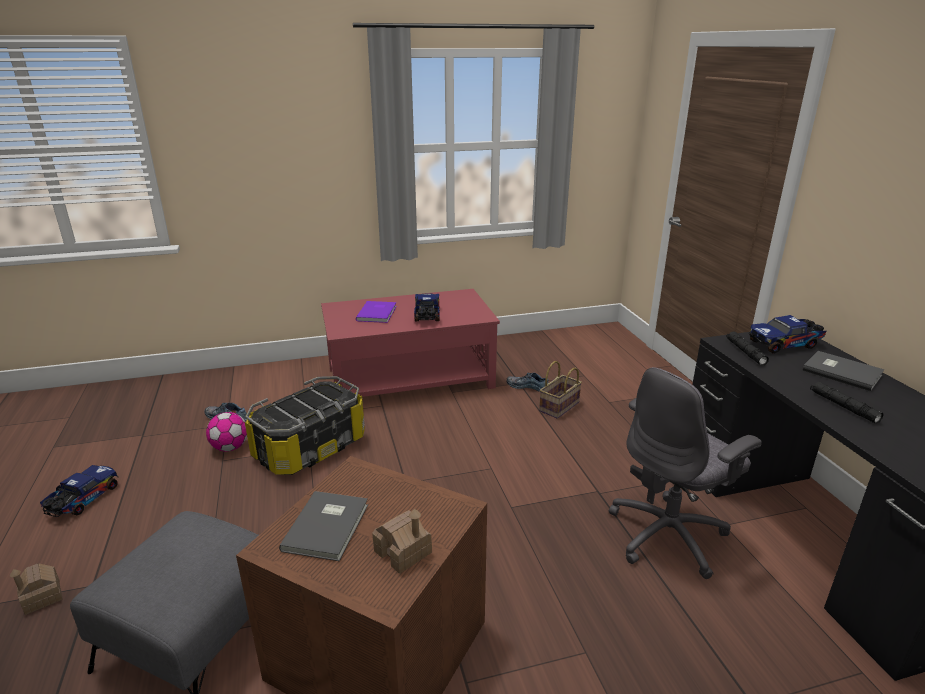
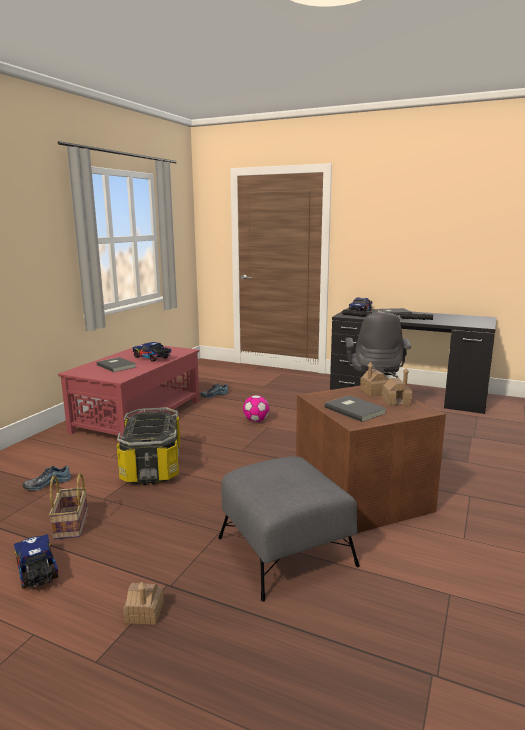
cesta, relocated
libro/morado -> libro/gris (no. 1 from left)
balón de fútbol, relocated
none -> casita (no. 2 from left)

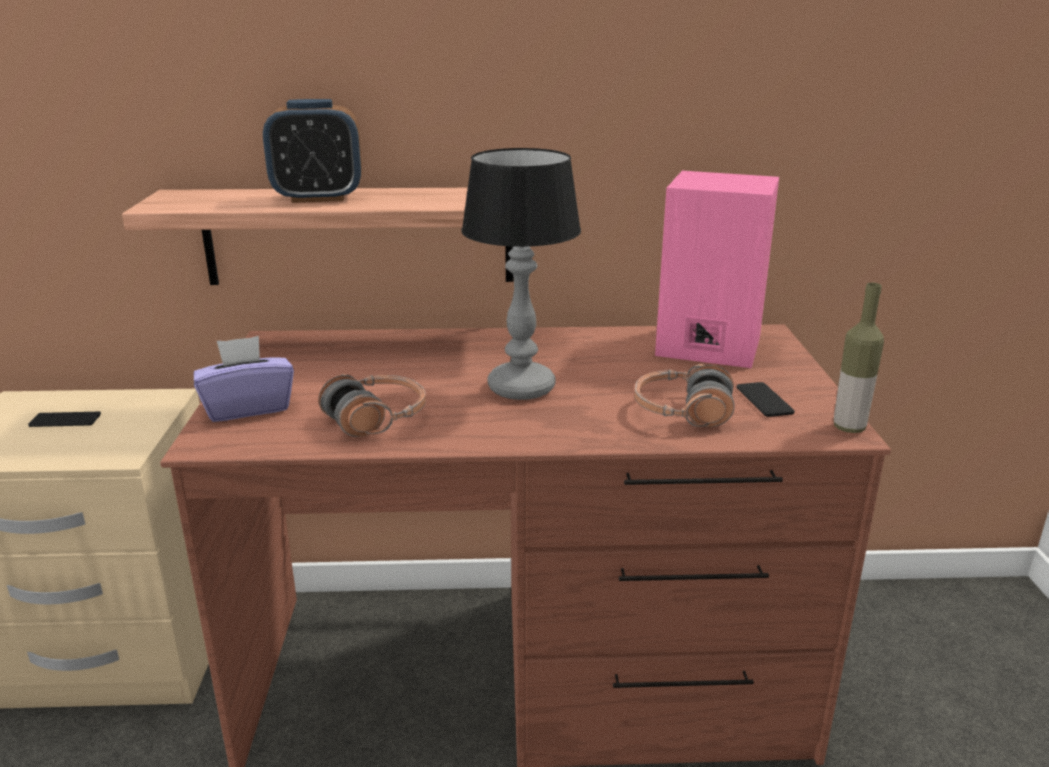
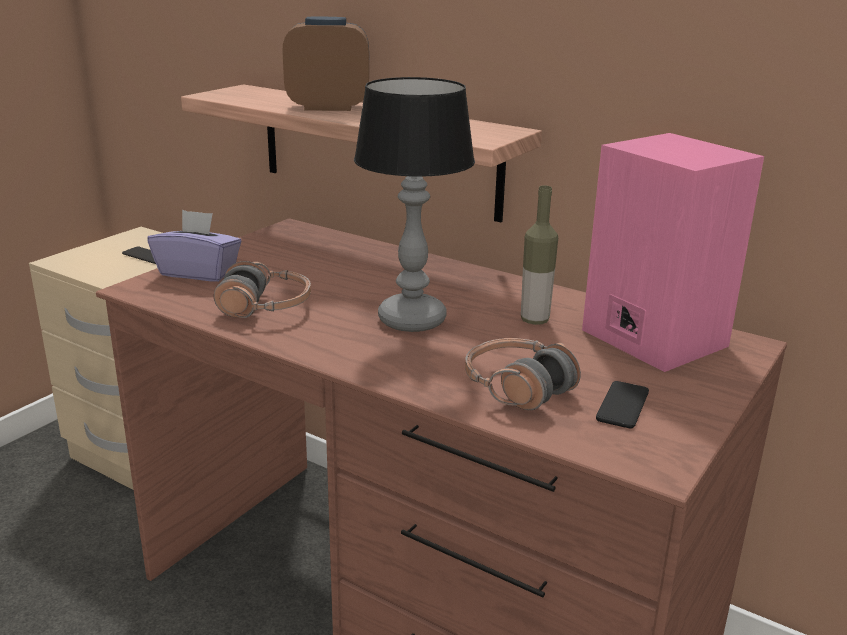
despertador, 150 degrees clockwise
botella, relocated

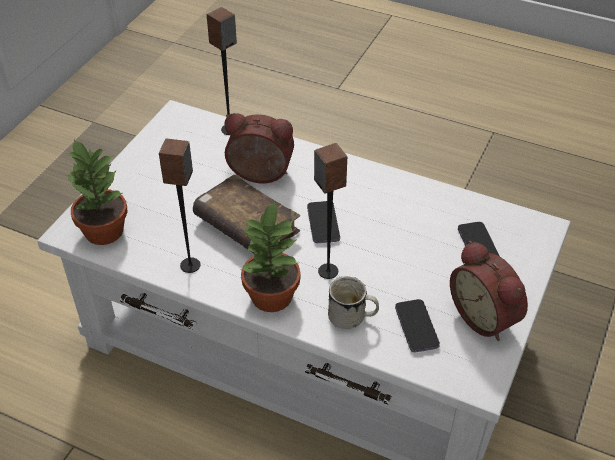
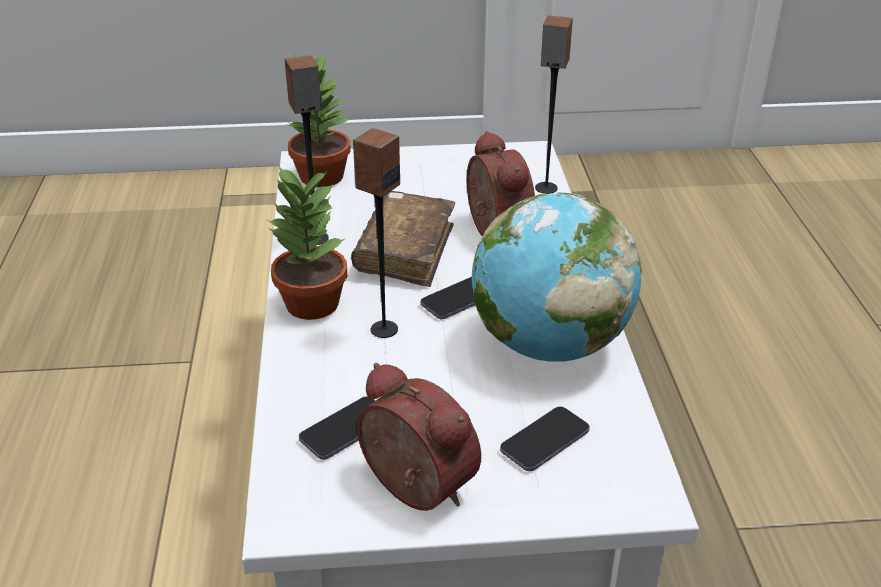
despertador (no. 2 from left in the first image) -> despertador (no. 1 from left), 105 degrees clockwise
none -> globo terráqueo
taza grande/blanco -> none

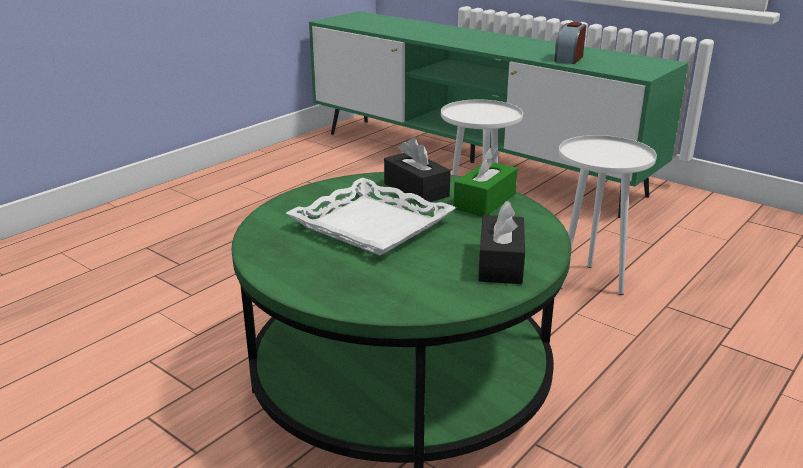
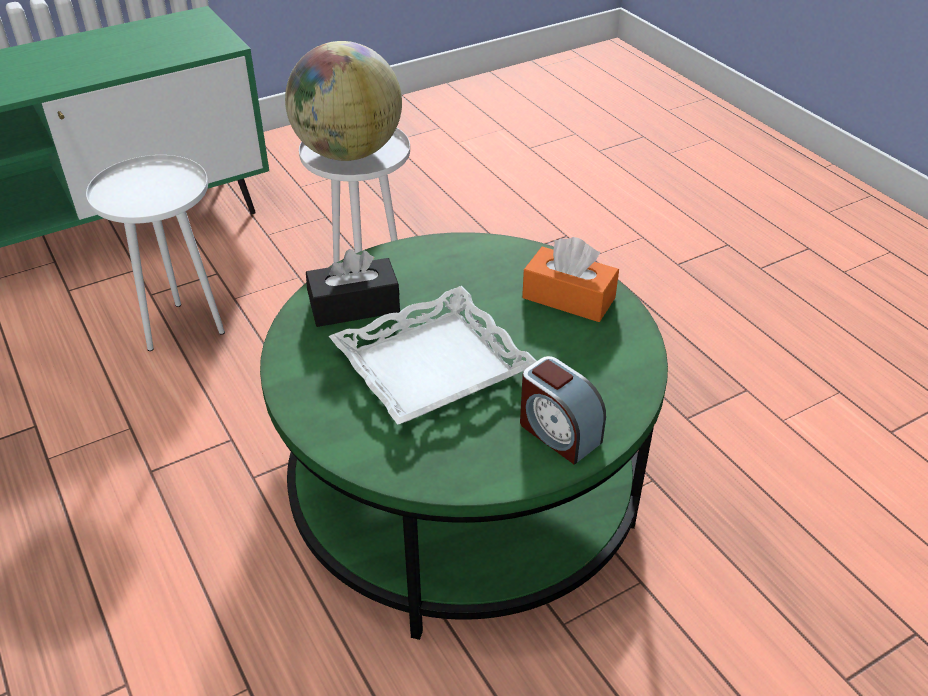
none -> globo terráqueo
despertador, relocated
caja de pañuelos/negro (no. 2 from left) -> caja de pañuelos/naranja
caja de pañuelos/verde -> none

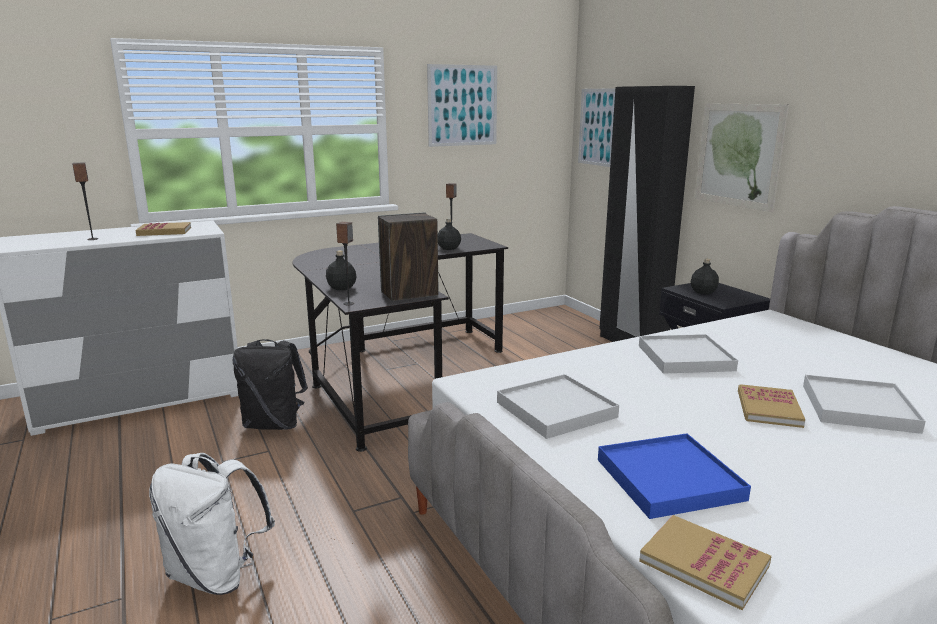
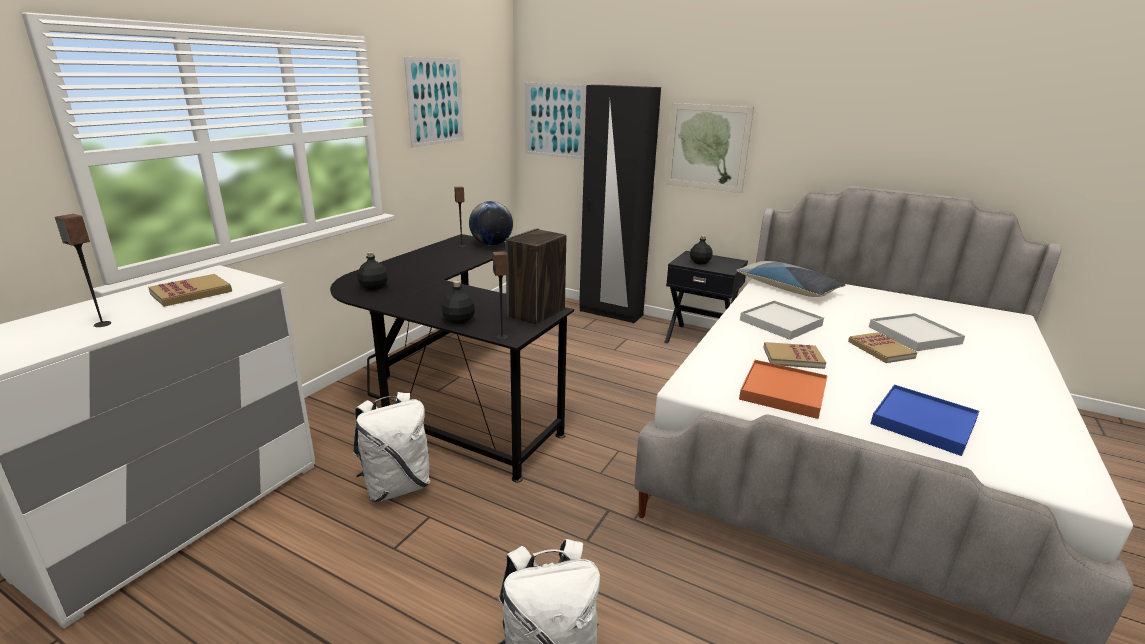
mochila/negro -> mochila/blanco (no. 1 from left)
botella/negro (no. 2 from left in the first image) -> botella/negro (no. 1 from left), relocated
none -> globo terráqueo
none -> cojín
bandeja/blanco (no. 1 from left) -> bandeja/naranja
libro (no. 2 from left), relocated

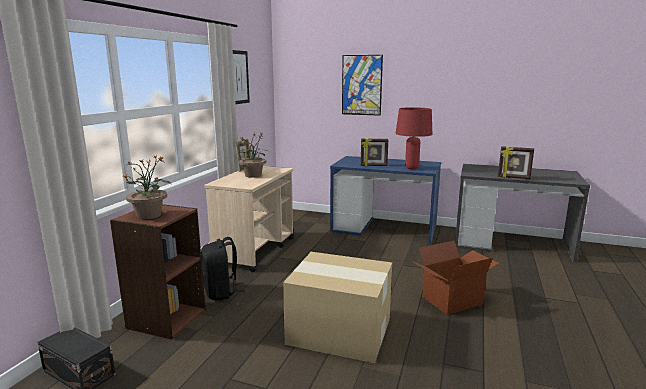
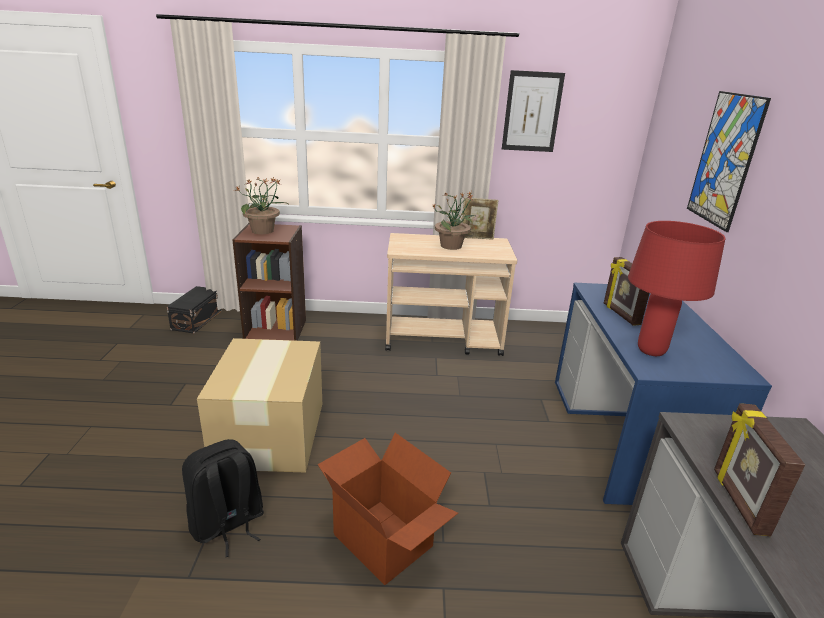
mochila/negro, relocated

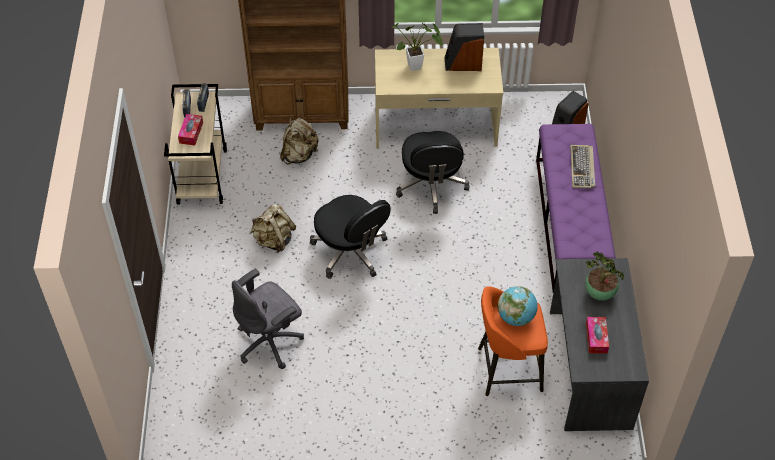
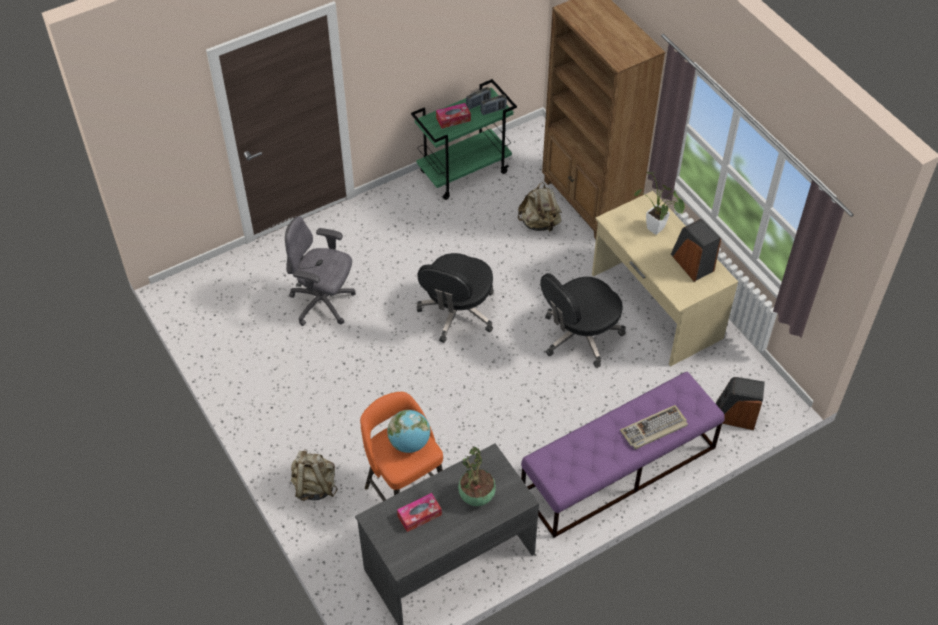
mochila/beis (no. 1 from left), relocated
carrito/beis -> carrito/verde

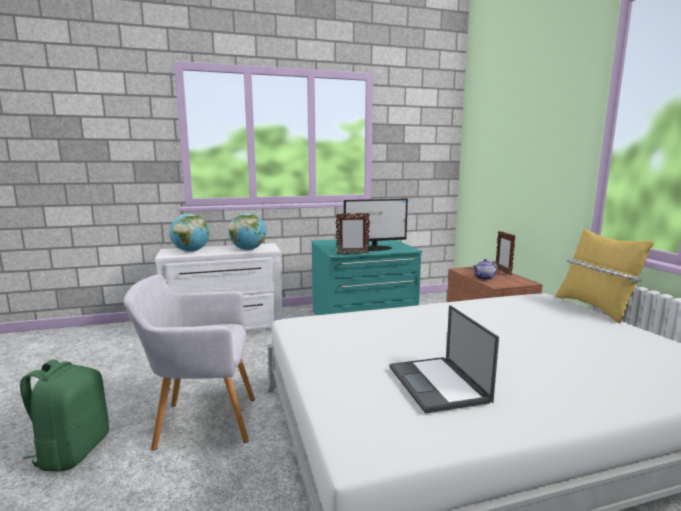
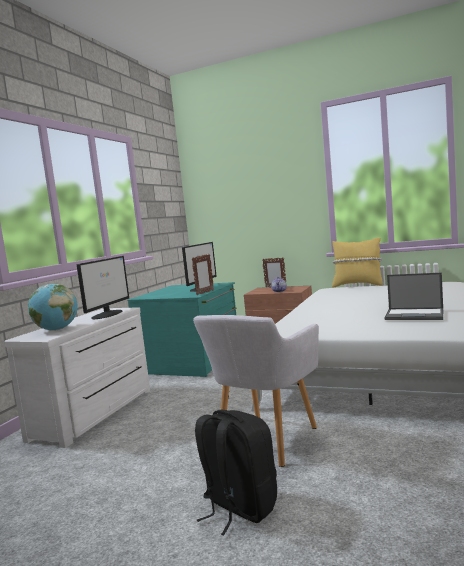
globo terráqueo (no. 2 from left) -> monitor (no. 1 from left)
mochila/verde -> mochila/negro

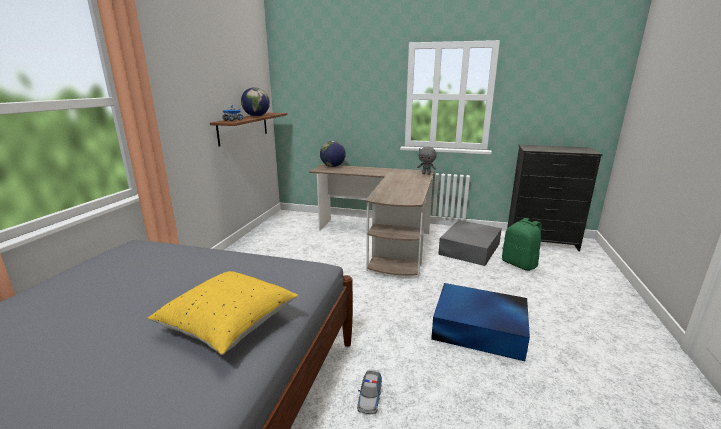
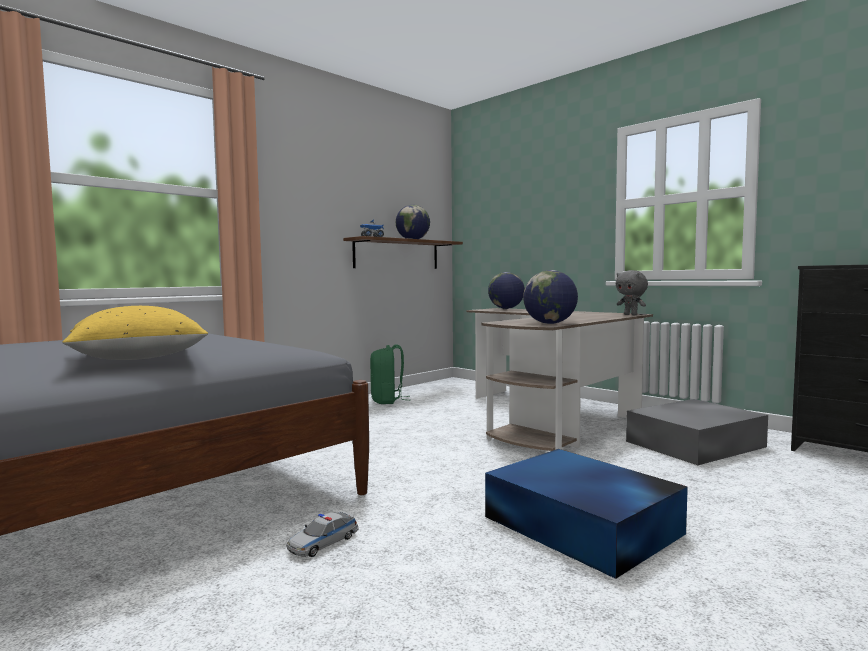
mochila/verde, relocated
none -> globo terráqueo (no. 3 from left)

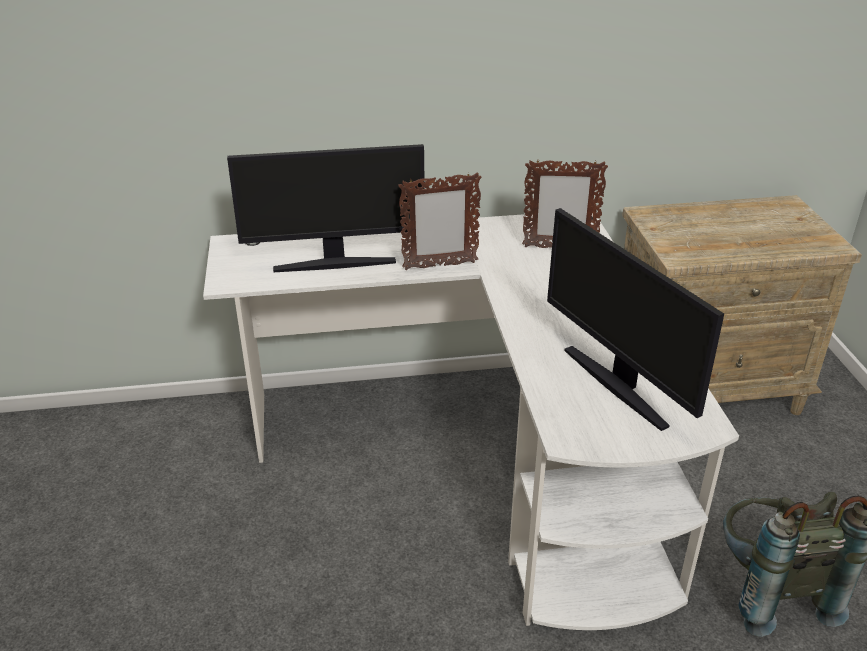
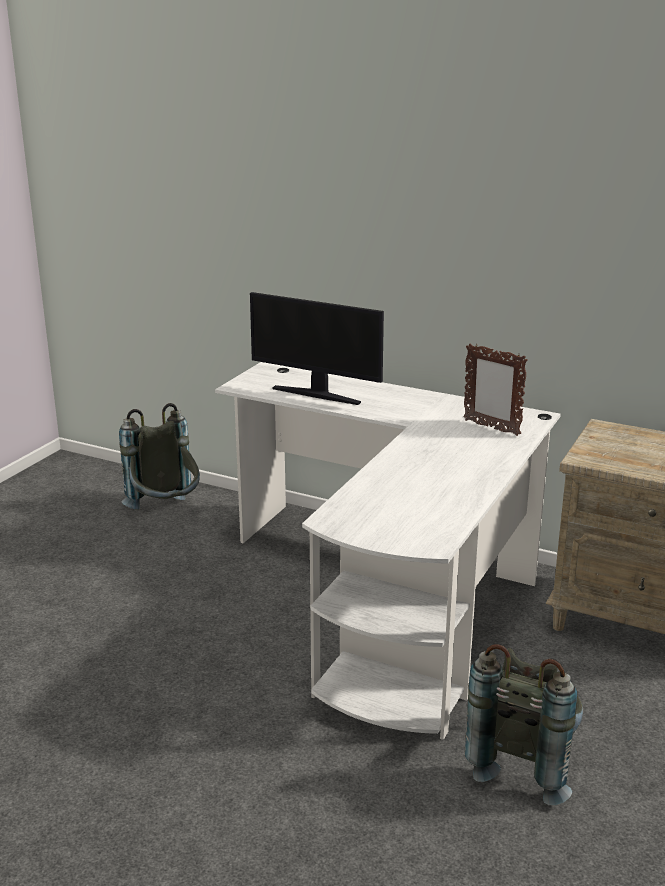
none -> mochila/gris (no. 1 from left)
portarretratos (no. 1 from left) -> none
monitor (no. 2 from left) -> none

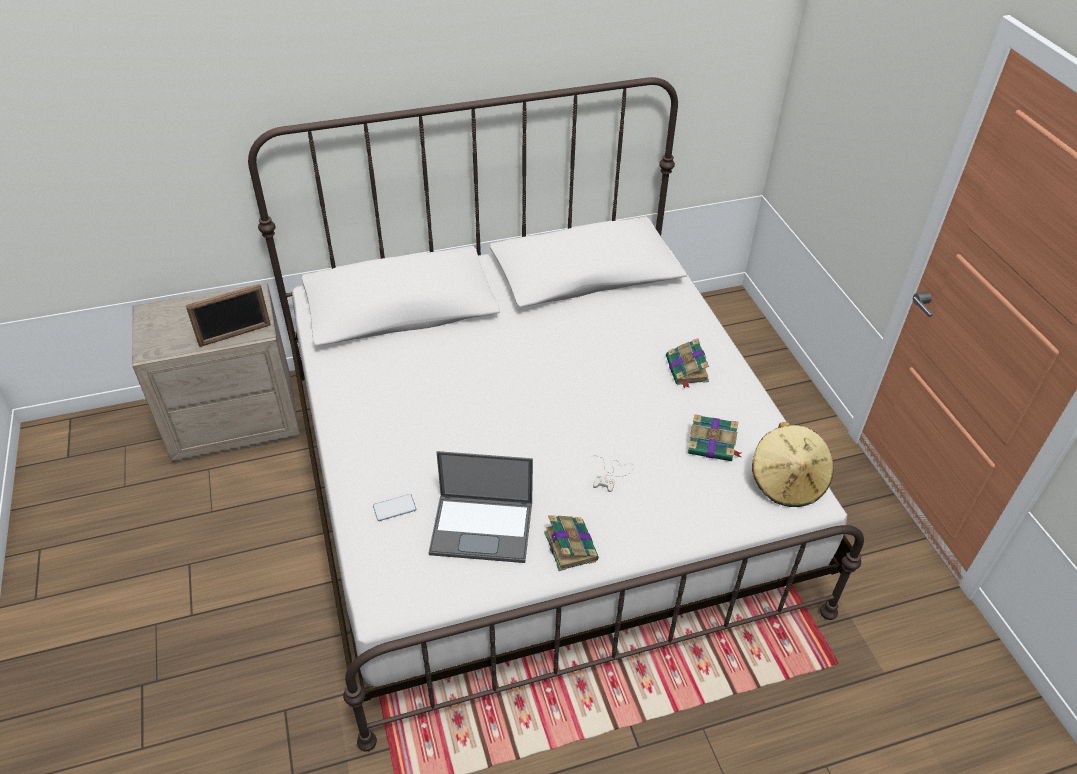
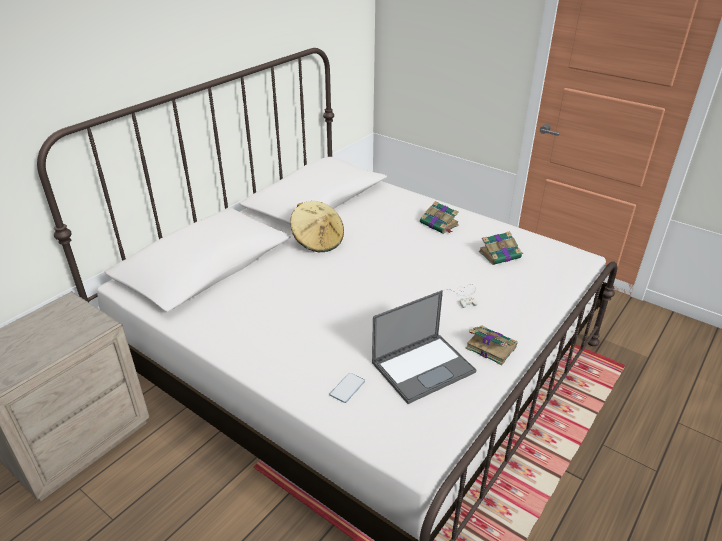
sombrero/beis, relocated
portarretratos -> none

